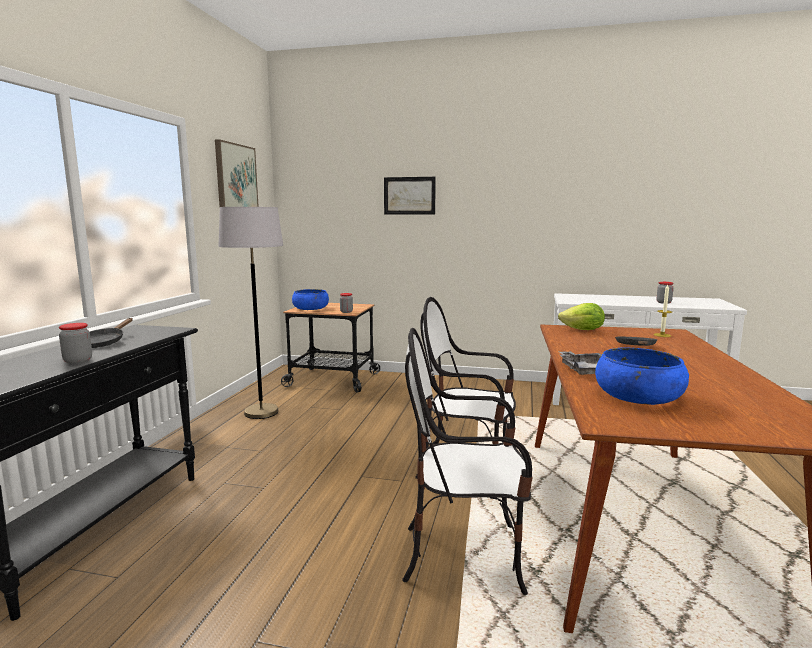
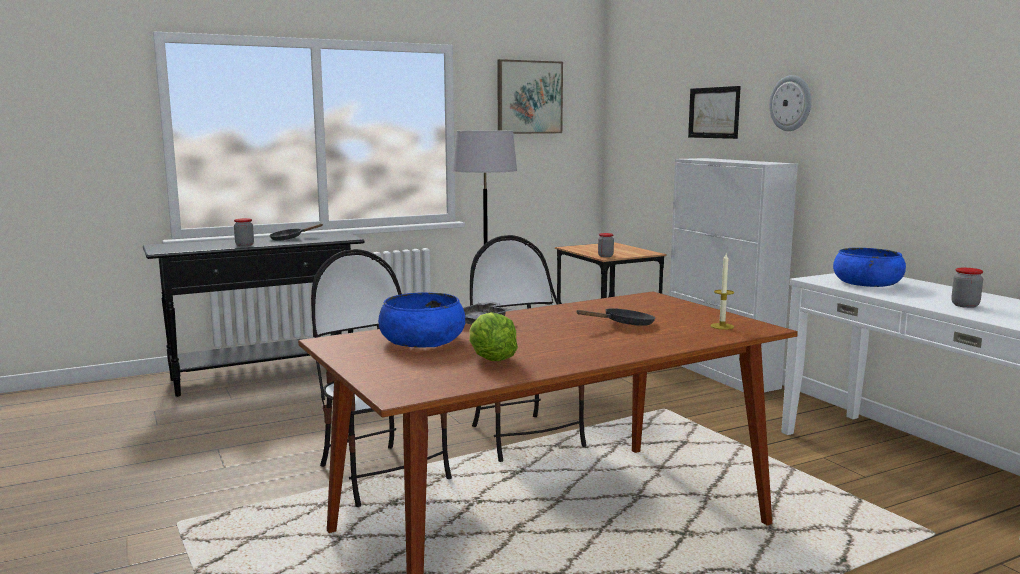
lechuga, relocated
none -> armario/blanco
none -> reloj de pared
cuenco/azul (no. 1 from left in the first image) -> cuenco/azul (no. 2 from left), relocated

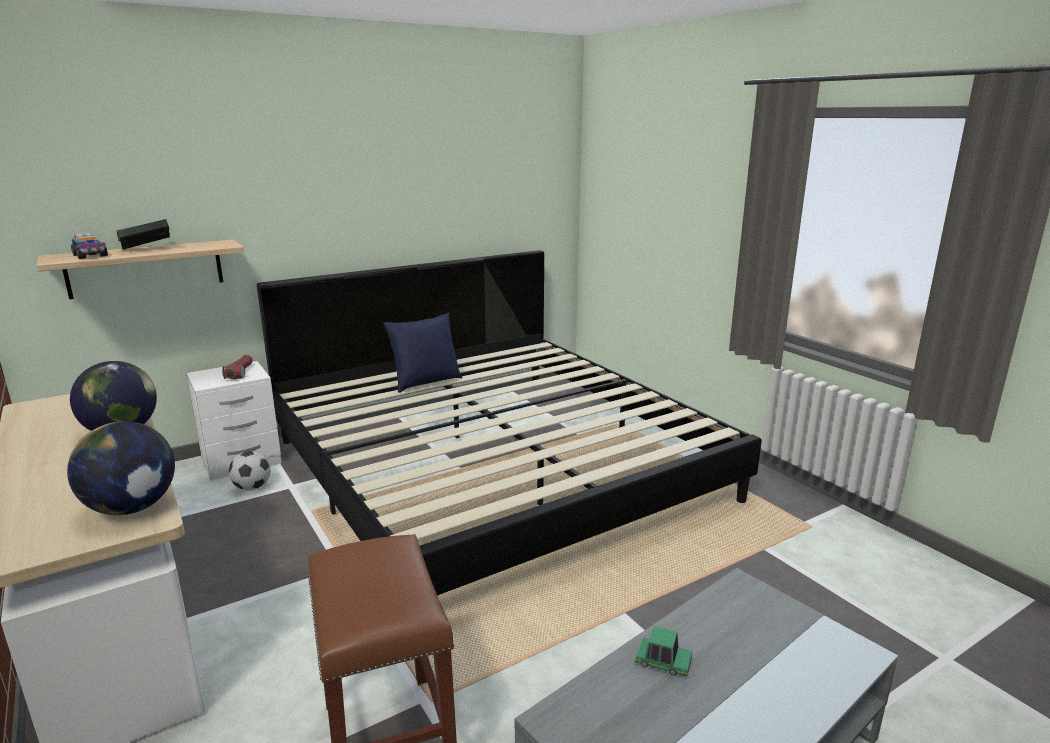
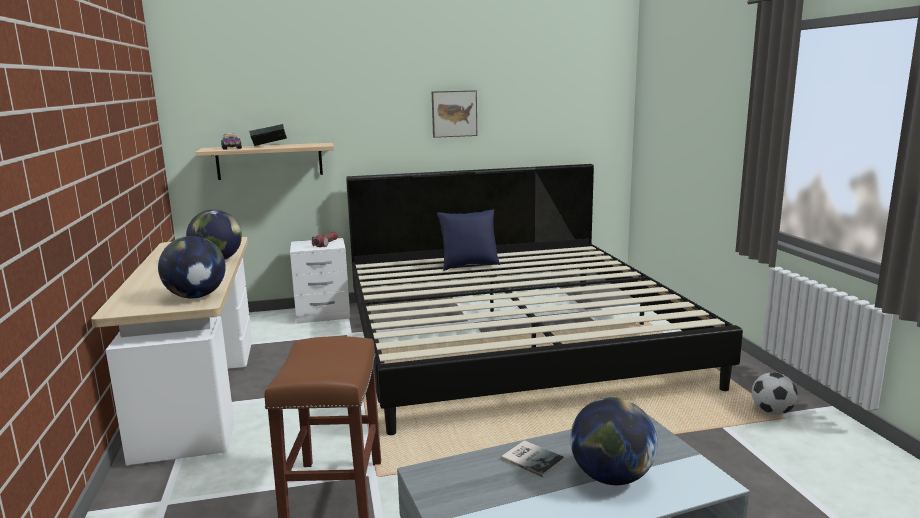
none -> cuadro
coche de juguete -> libro (no. 2 from left)
none -> globo terráqueo (no. 3 from left)
balón de fútbol, relocated

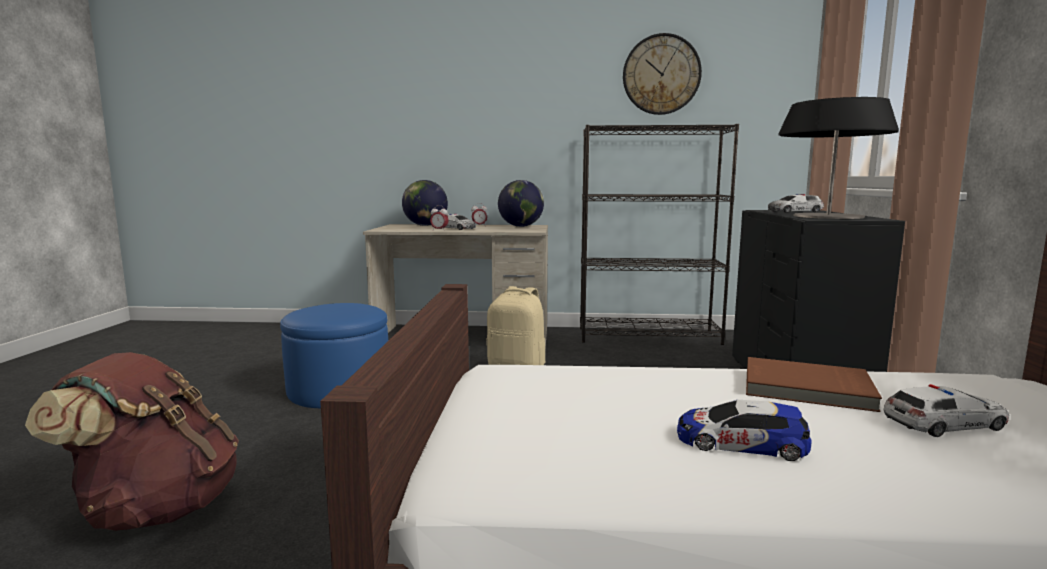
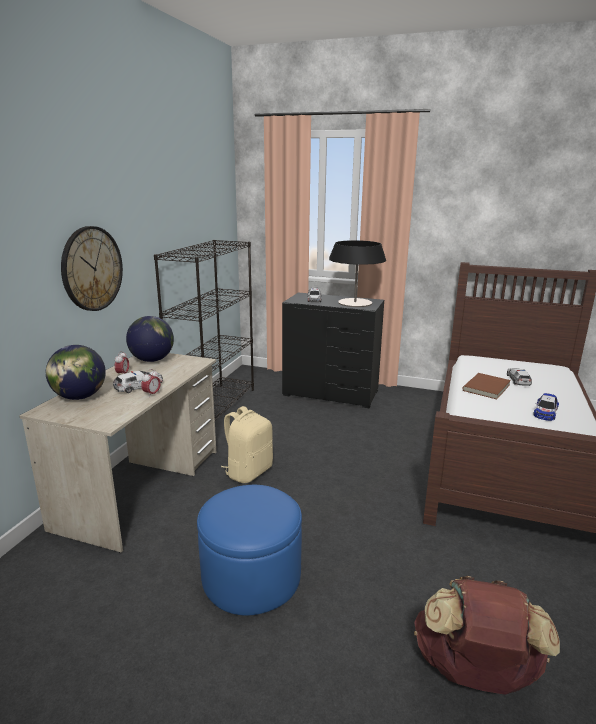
reloj de pared, relocated

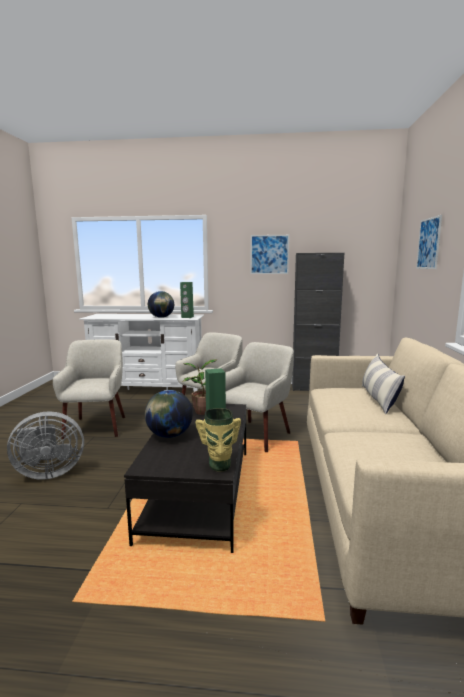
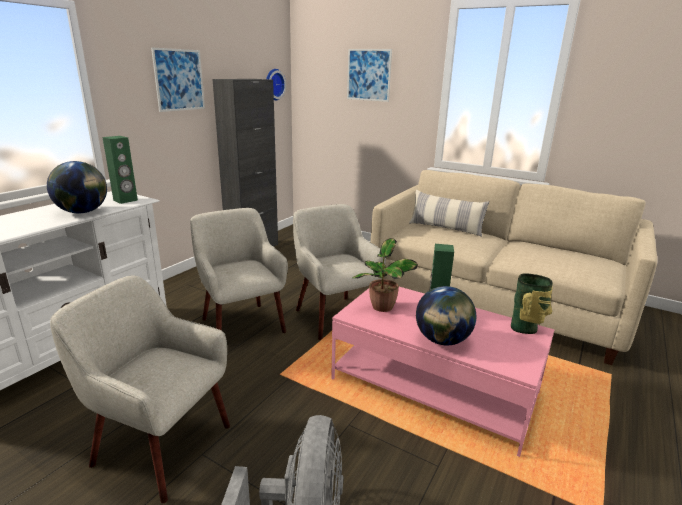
none -> reloj de pared
mesa de centro/negro -> mesa de centro/rosa

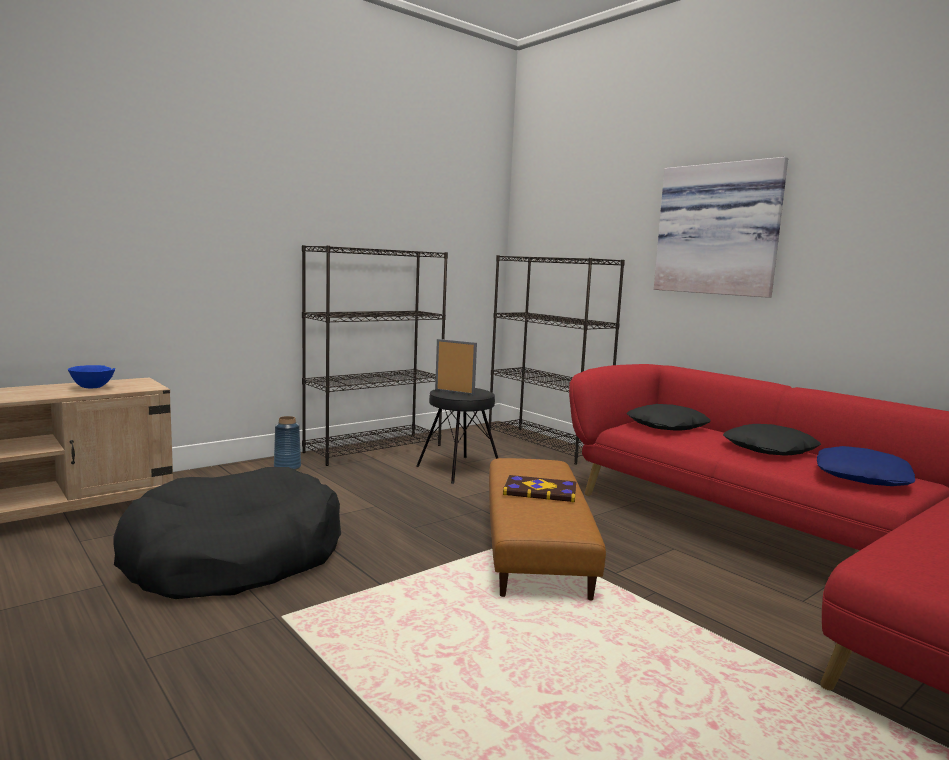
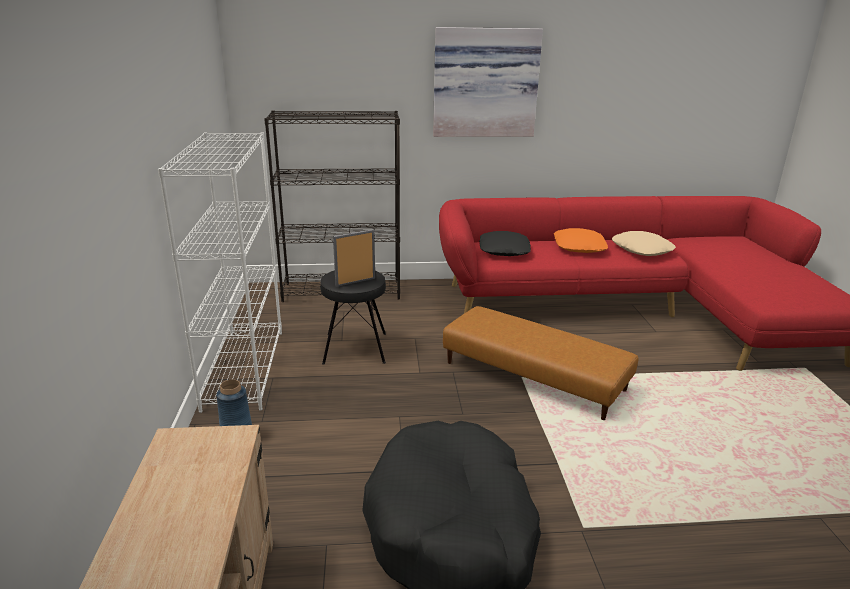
estantería/negro (no. 1 from left) -> estantería/blanco
cojín/negro (no. 2 from left) -> cojín/naranja
cojín/azul -> cojín/beis
cuenco/azul -> none
libro -> none

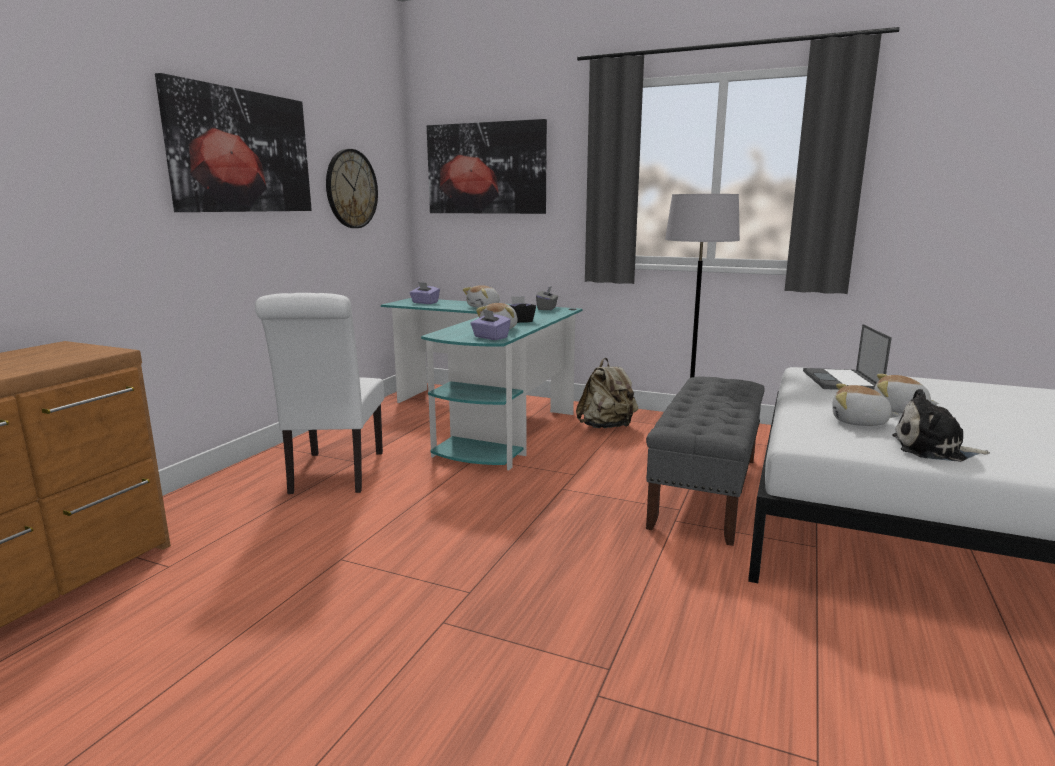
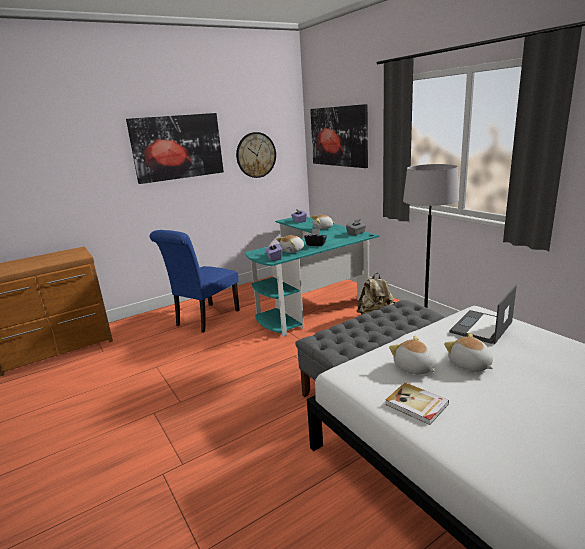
silla/blanco -> silla/azul
peluche (no. 5 from left) -> libro

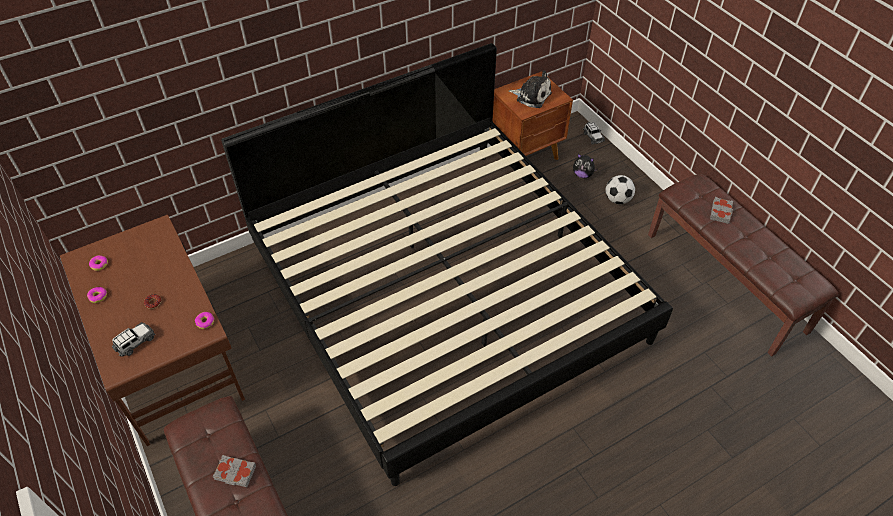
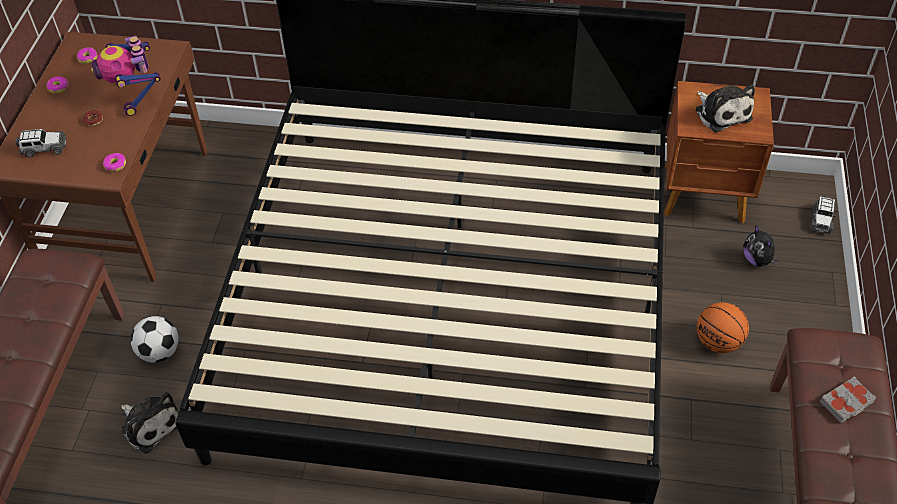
none -> robot de juguete
none -> peluche (no. 1 from left)
balón de fútbol, relocated
none -> balón de baloncesto
libro/gris (no. 1 from left) -> none

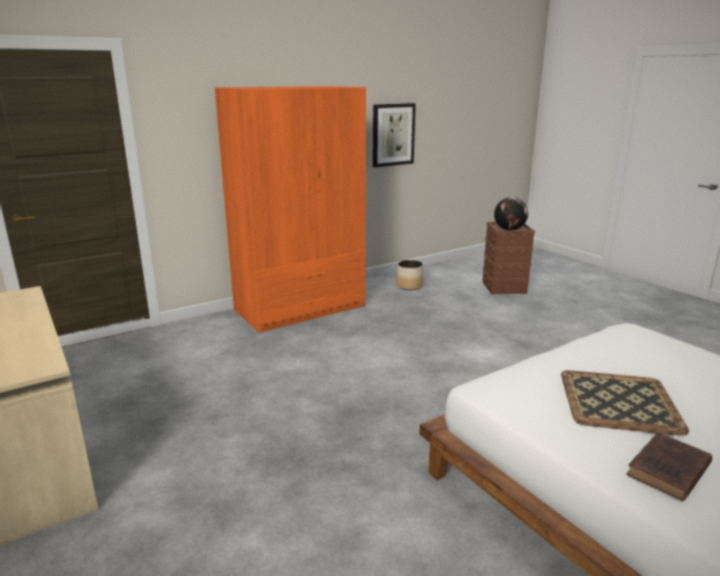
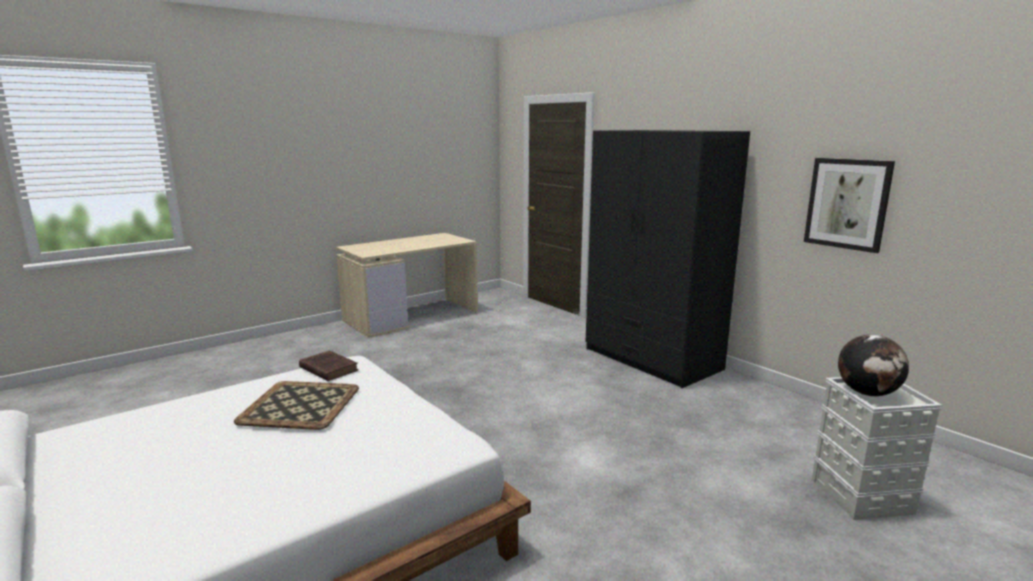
libro/marrón, relocated
armario ropero/naranja -> armario ropero/negro
caja de almacenaje/marrón -> caja de almacenaje/gris
maceta -> none

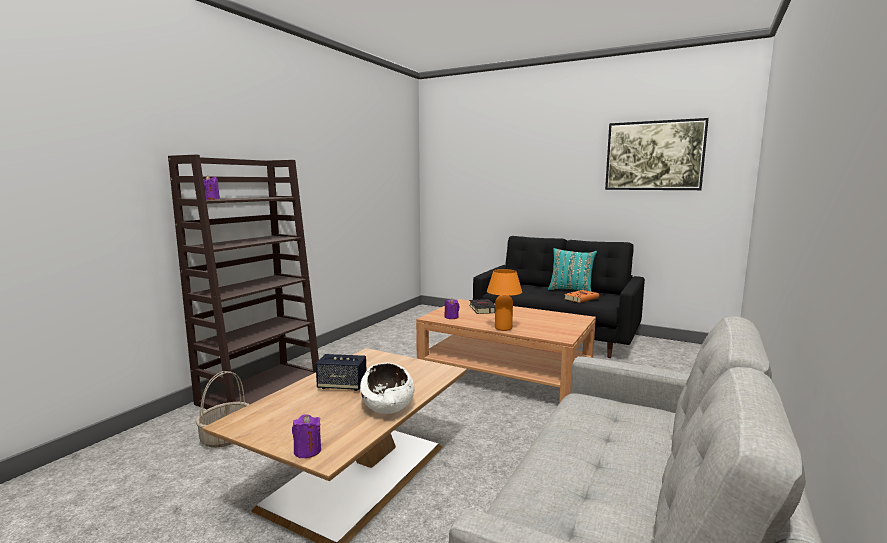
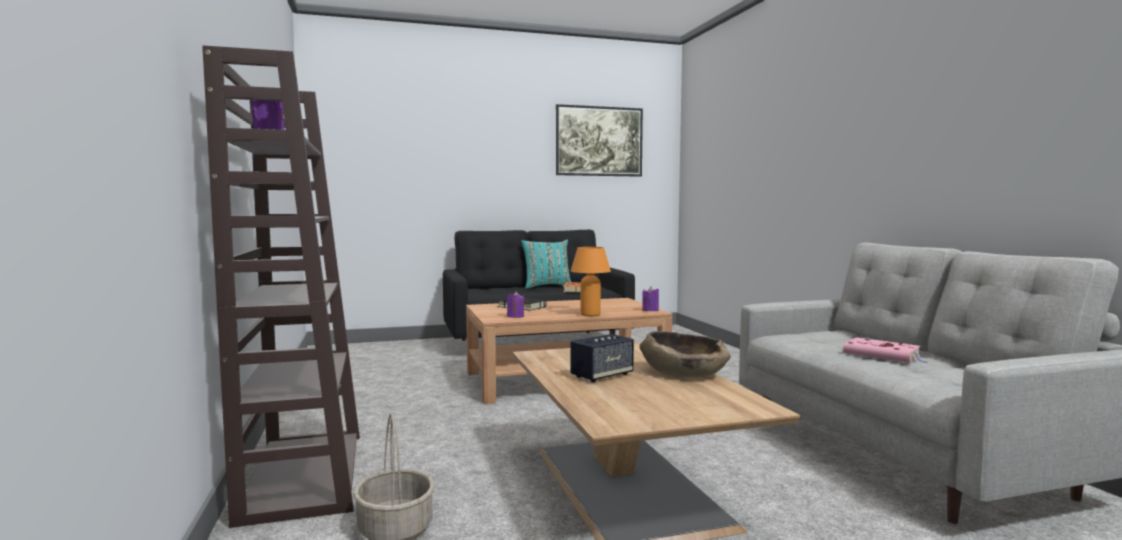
cuenco/blanco -> cuenco/marrón
vela/morado (no. 2 from left in the first image) -> vela/morado (no. 3 from left), relocated
none -> libro/rosa

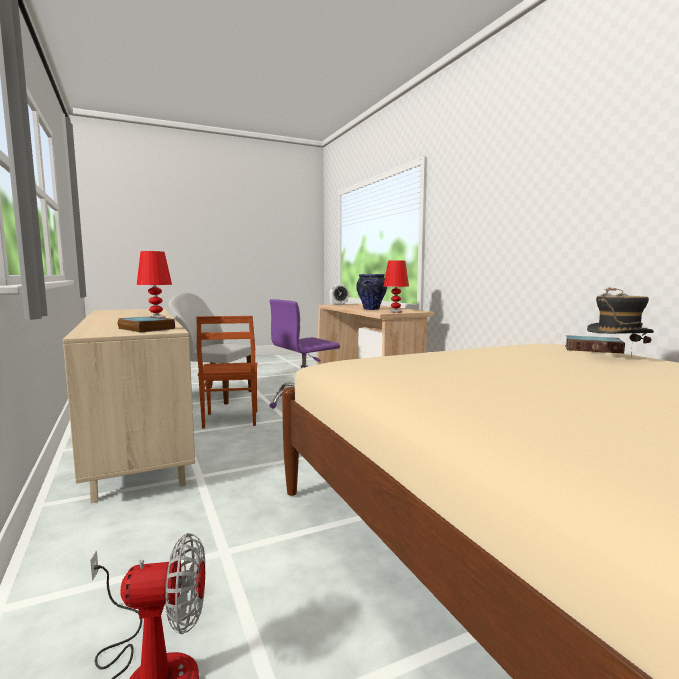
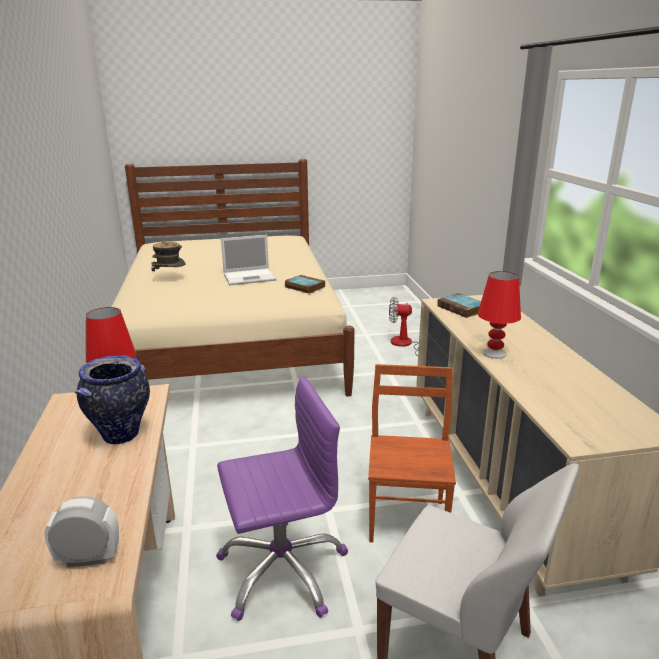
none -> portátil
libro (no. 2 from left in the first image) -> libro (no. 1 from left), relocated

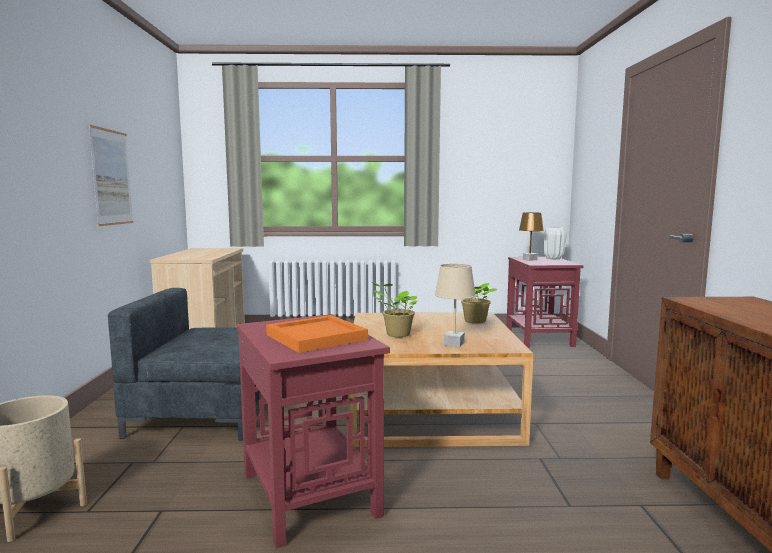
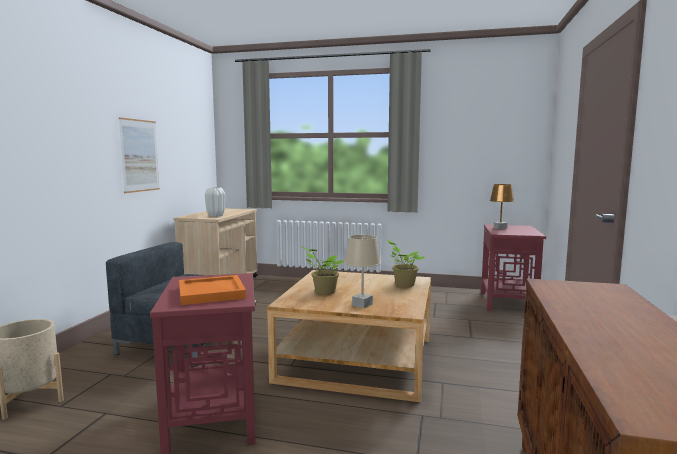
florero/blanco, relocated

